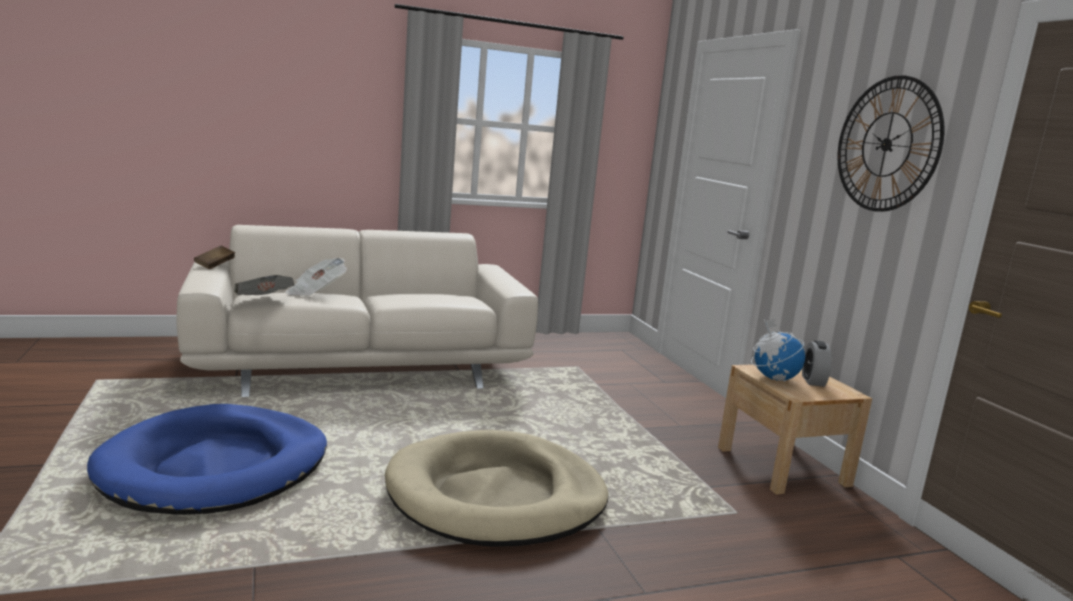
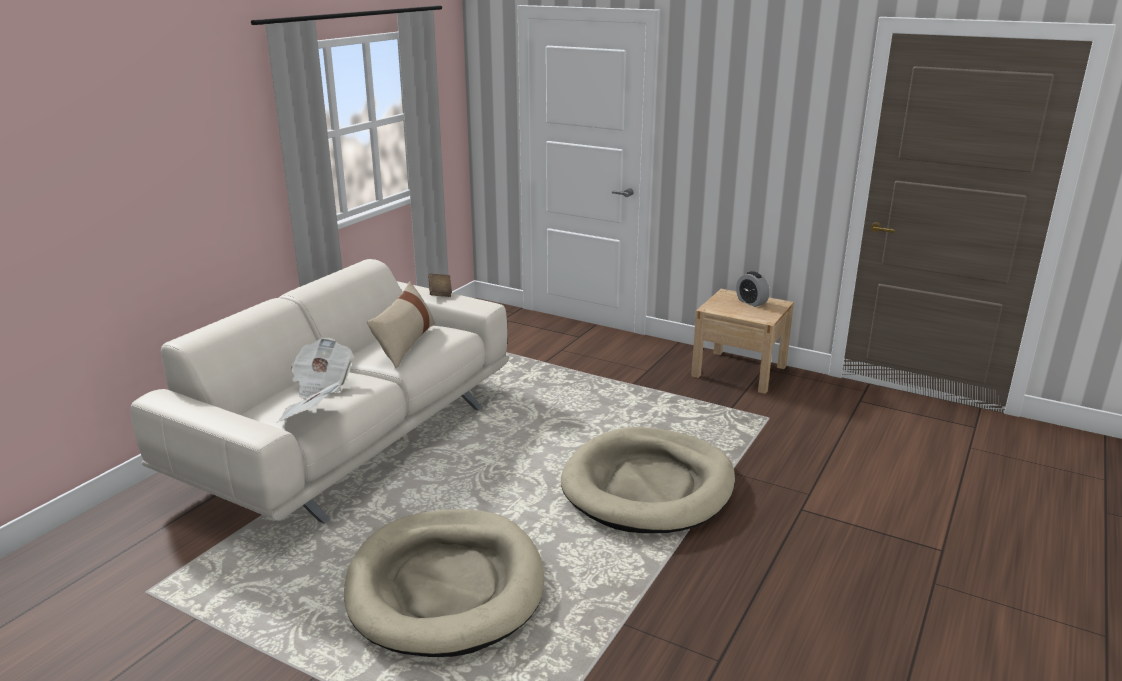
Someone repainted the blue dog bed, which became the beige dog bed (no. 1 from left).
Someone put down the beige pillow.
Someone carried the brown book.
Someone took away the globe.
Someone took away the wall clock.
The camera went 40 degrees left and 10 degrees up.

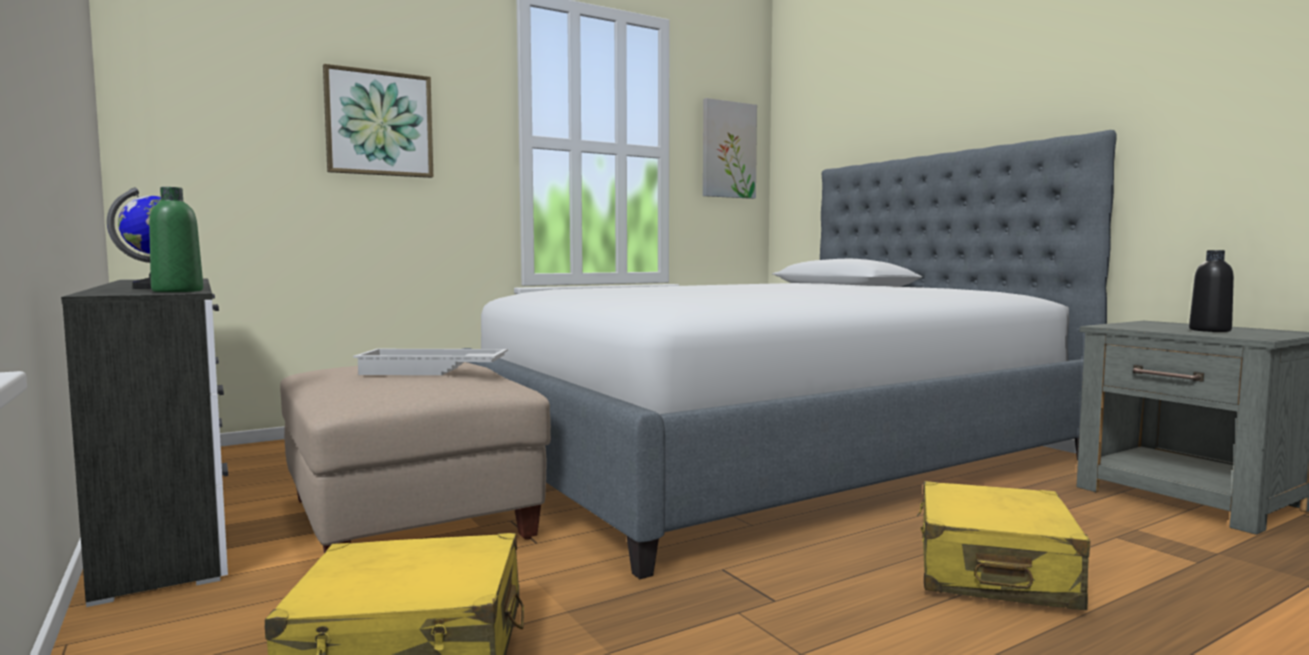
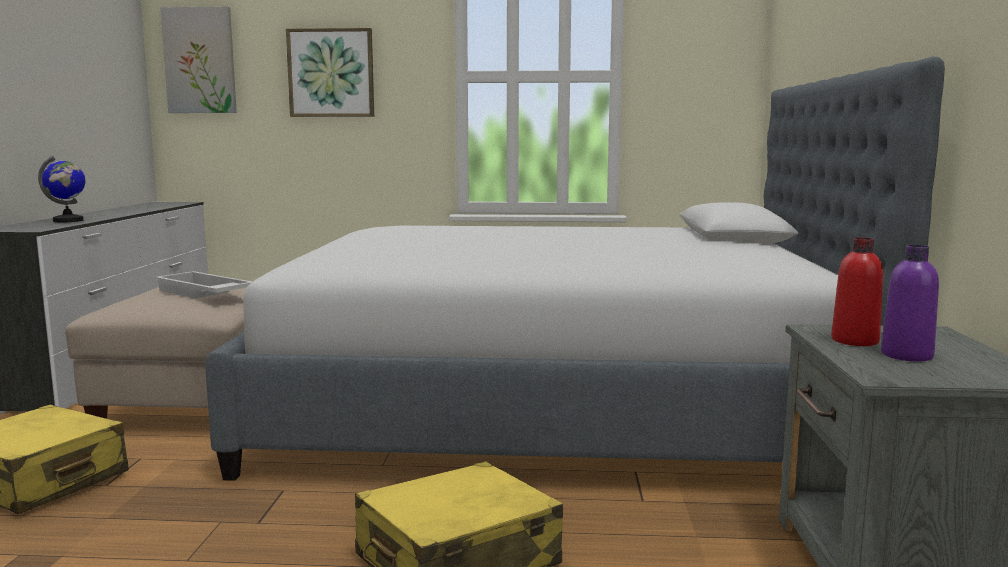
Someone carried the picture (no. 2 from left in the first image).
Someone put down the red bottle.
Someone repainted the black bottle, which became the purple bottle.
Someone took away the green bottle.
The camera went 35 degrees right and 5 degrees up.

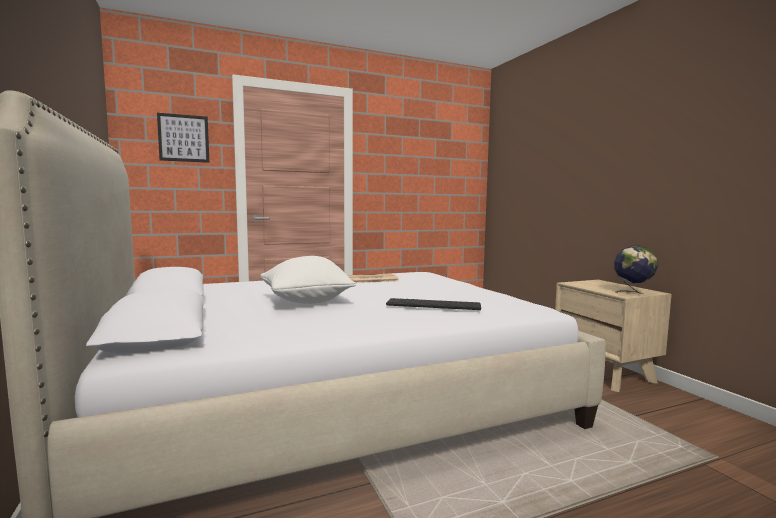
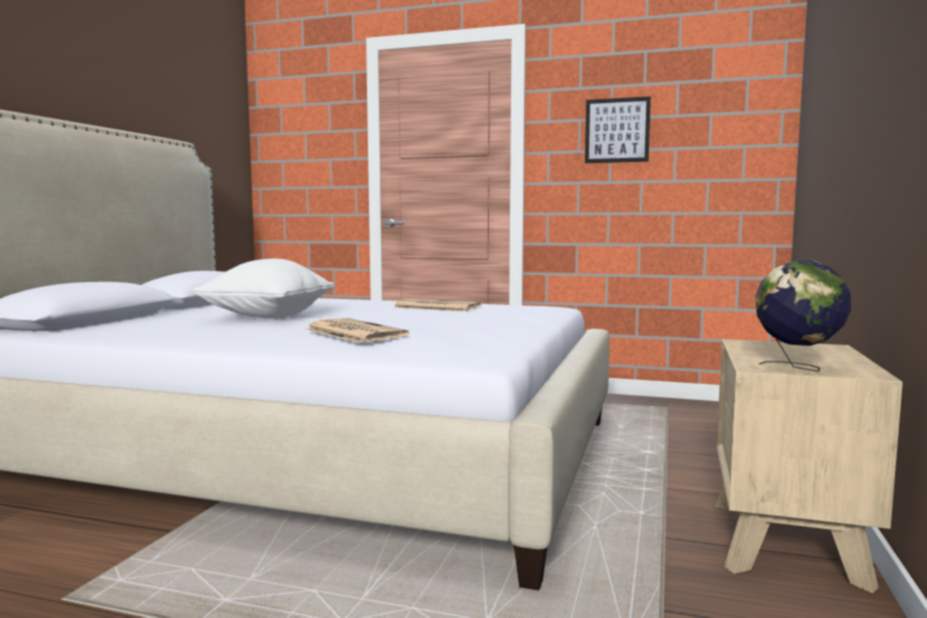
Someone swapped the keyboard for the newspaper (no. 1 from left).
Someone carried the picture.
The camera went 40 degrees right and 0 degrees up.

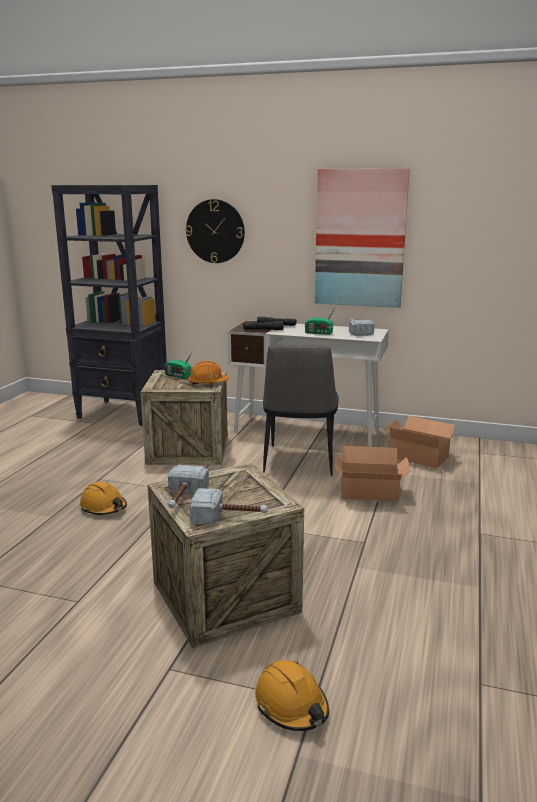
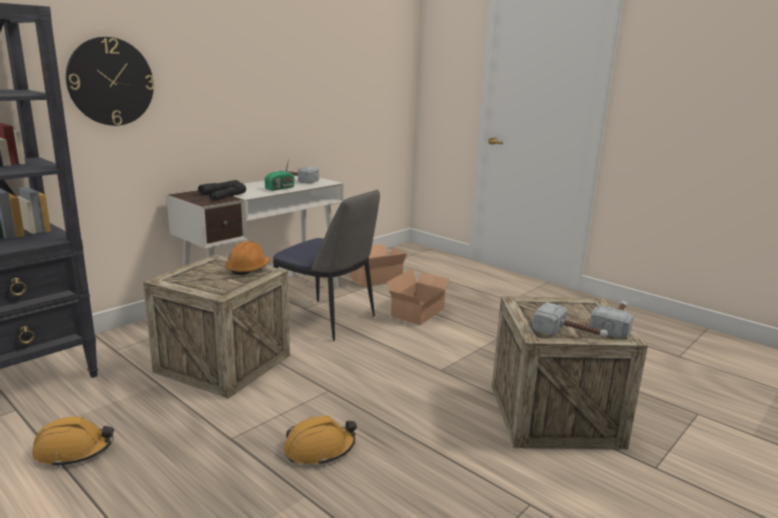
Someone carried the orange hard hat (no. 3 from left in the first image).
Someone took away the radio (no. 1 from left).
Someone took away the picture.
The camera went 65 degrees left and 0 degrees up.

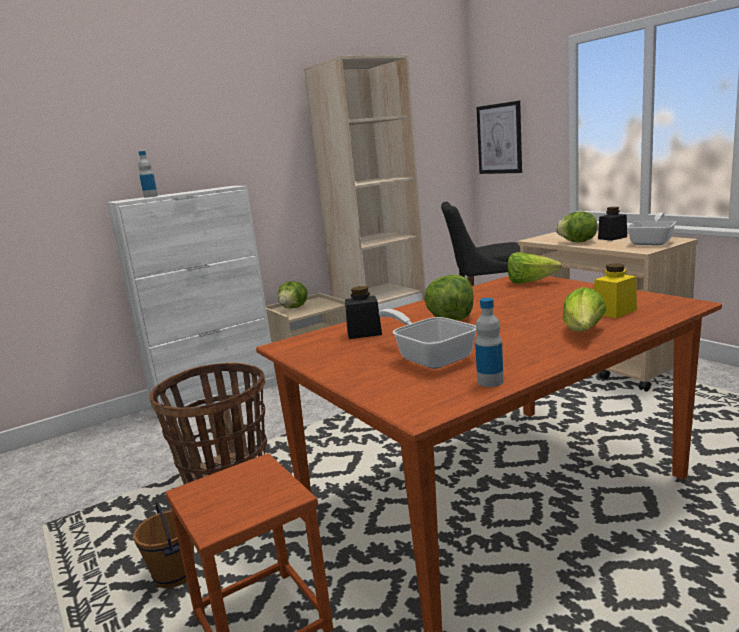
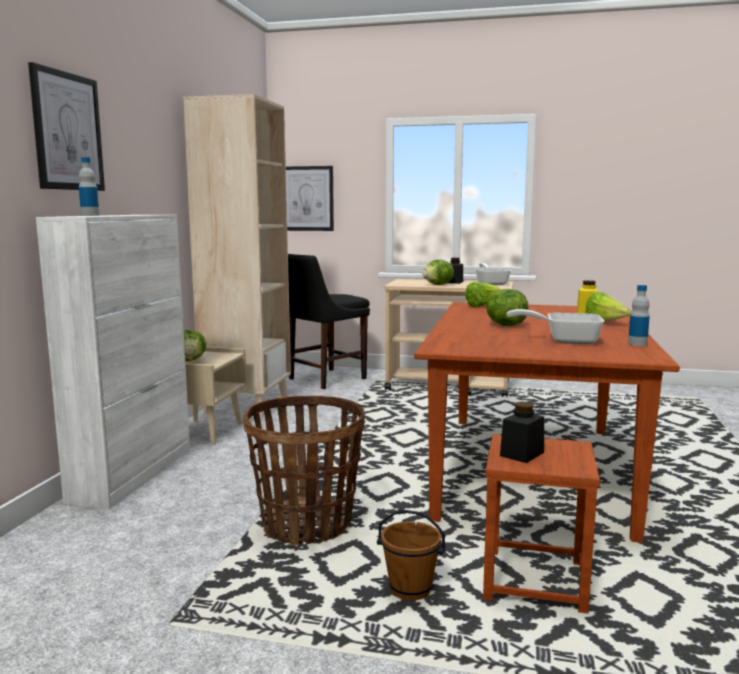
Someone put up the picture (no. 1 from left).
Someone carried the black jar (no. 1 from left in the first image).
The camera went 45 degrees left and 5 degrees down.

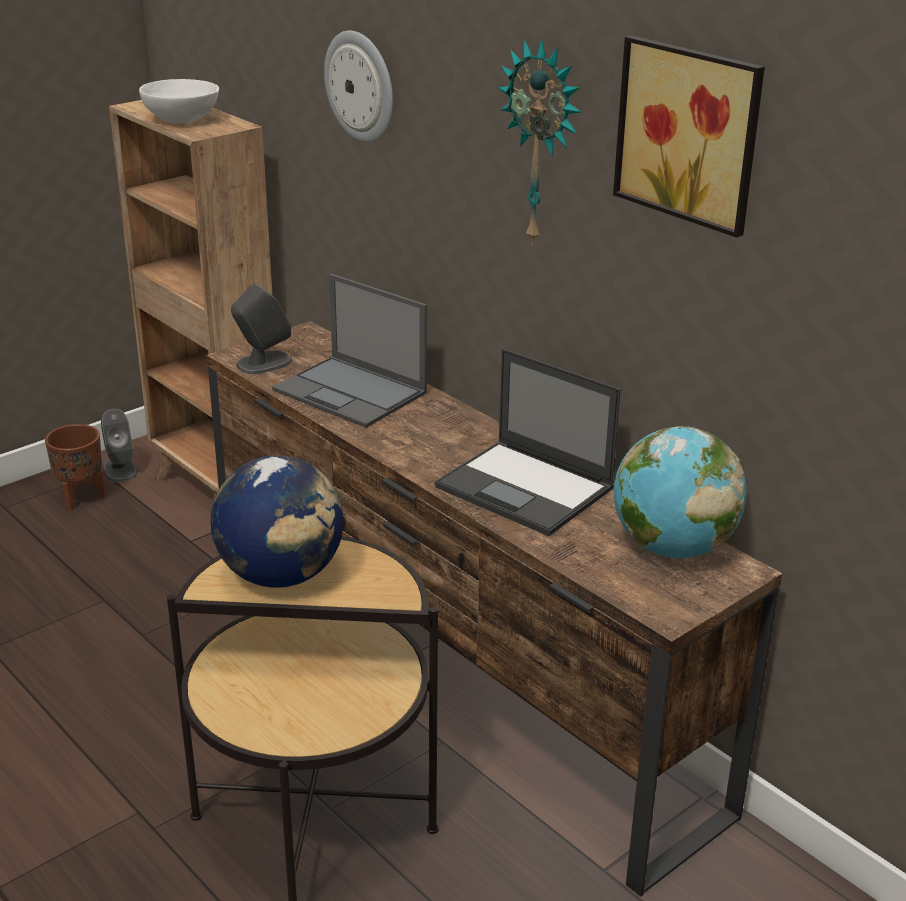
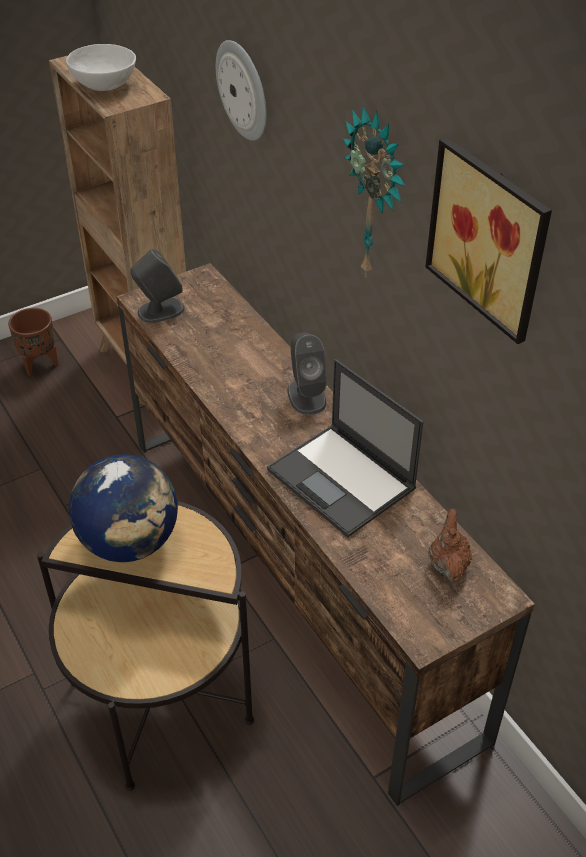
Someone carried the grey speaker (no. 1 from left in the first image).
Someone swapped the globe (no. 2 from left) for the brown teapot.
Someone took away the laptop (no. 1 from left).
The camera went 10 degrees right and 15 degrees up.

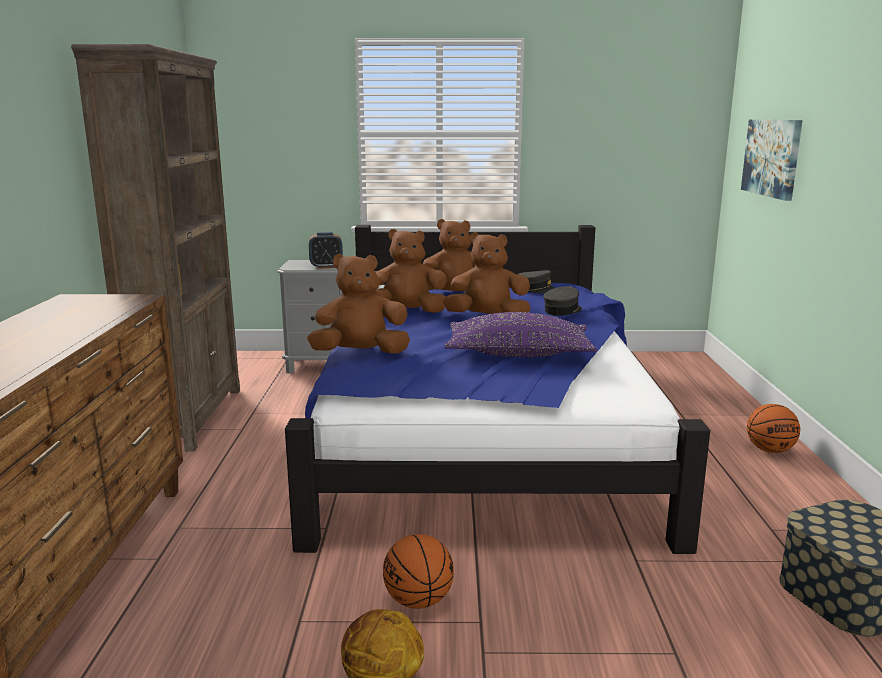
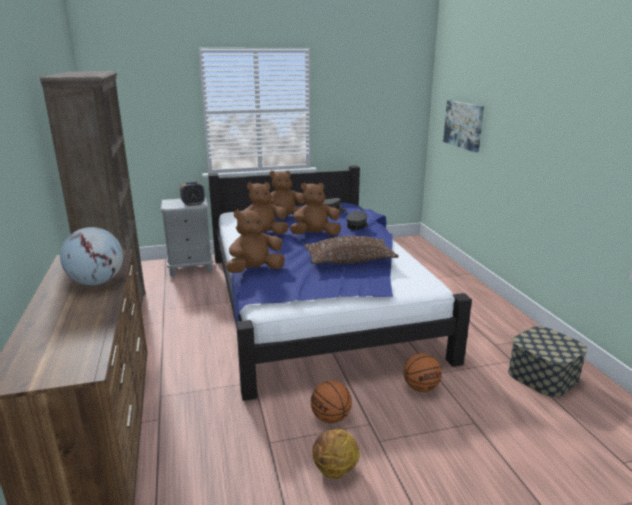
Someone put down the globe.
Someone repainted the purple pillow, which became the brown pillow.
Someone carried the basketball (no. 3 from left).
The camera went 15 degrees left and 5 degrees up.

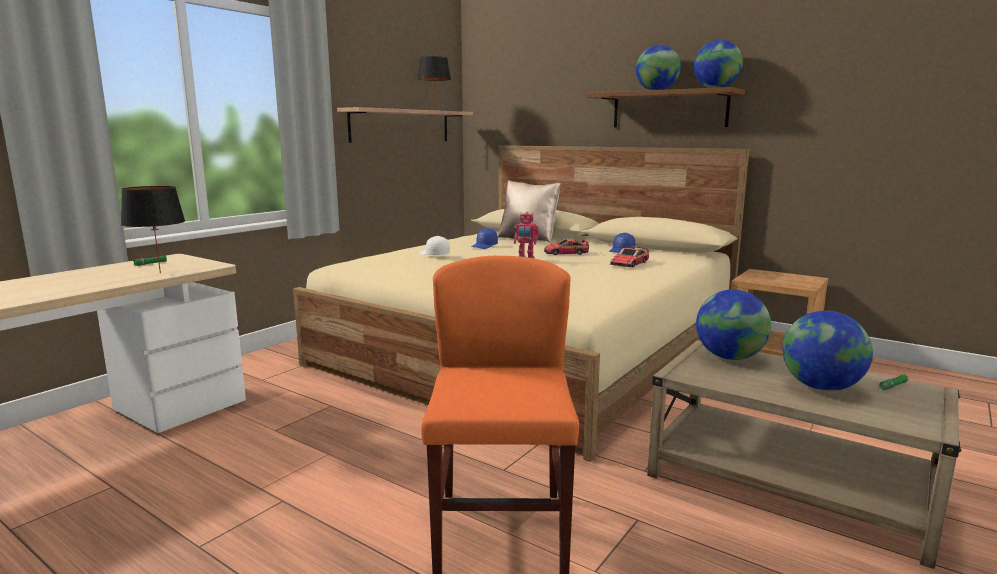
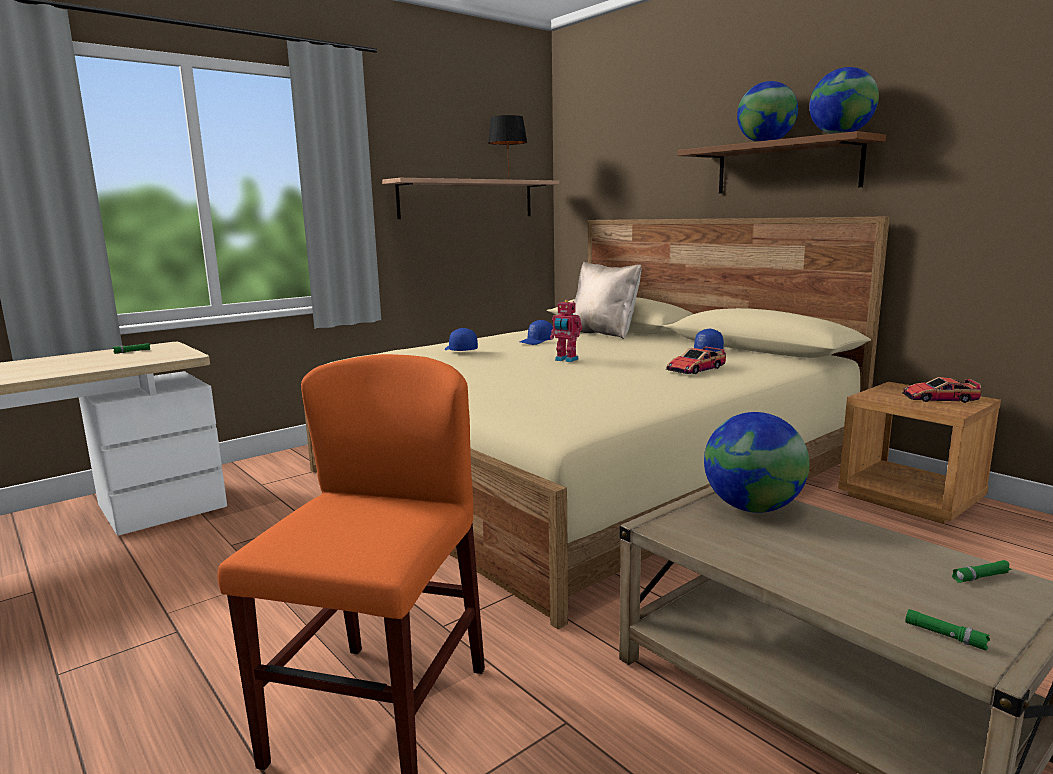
Someone repainted the white cap, which became the blue cap (no. 1 from left).
Someone carried the toy car (no. 1 from left in the first image).
Someone put down the green flashlight (no. 2 from left).
Someone took away the black table lamp (no. 1 from left).
Someone took away the globe (no. 4 from left).
The camera went 15 degrees right and 0 degrees up.

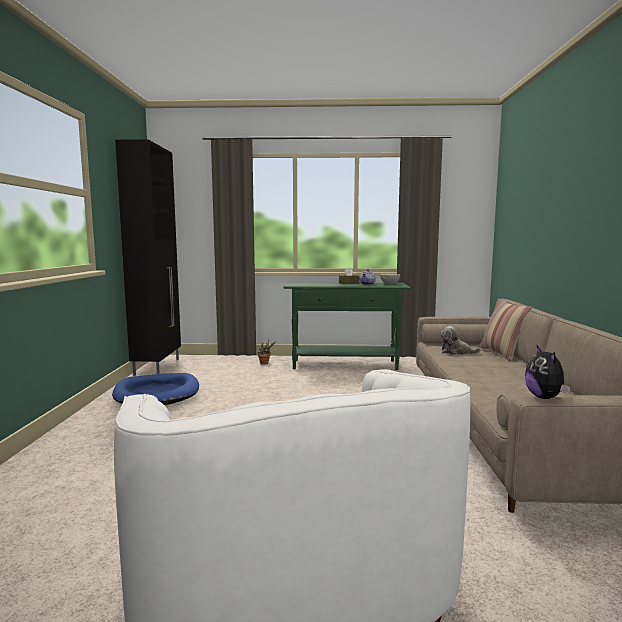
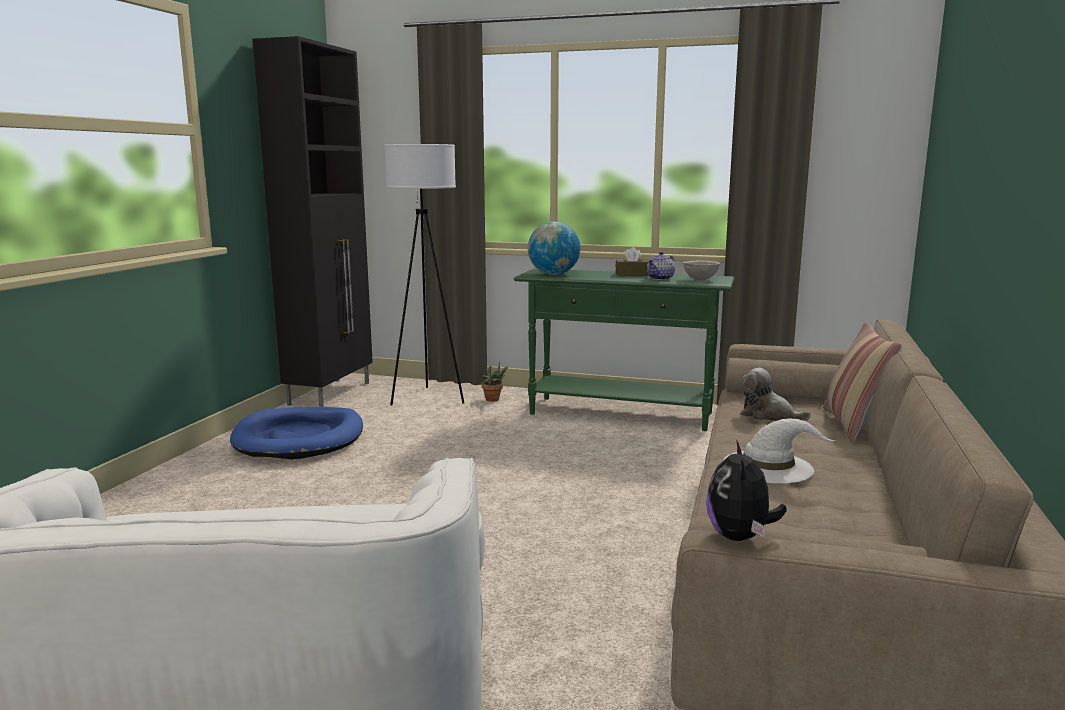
Someone put down the white floor lamp.
Someone put down the globe.
Someone put down the white hat.
The camera went 15 degrees right and 5 degrees up.

